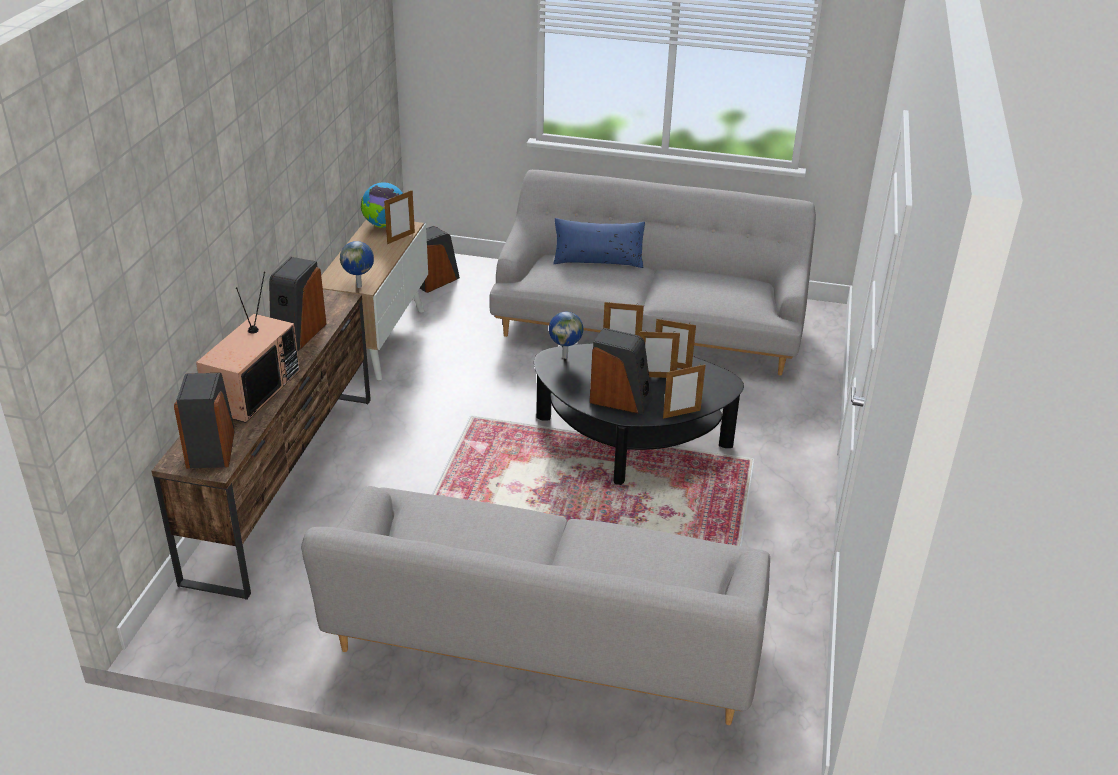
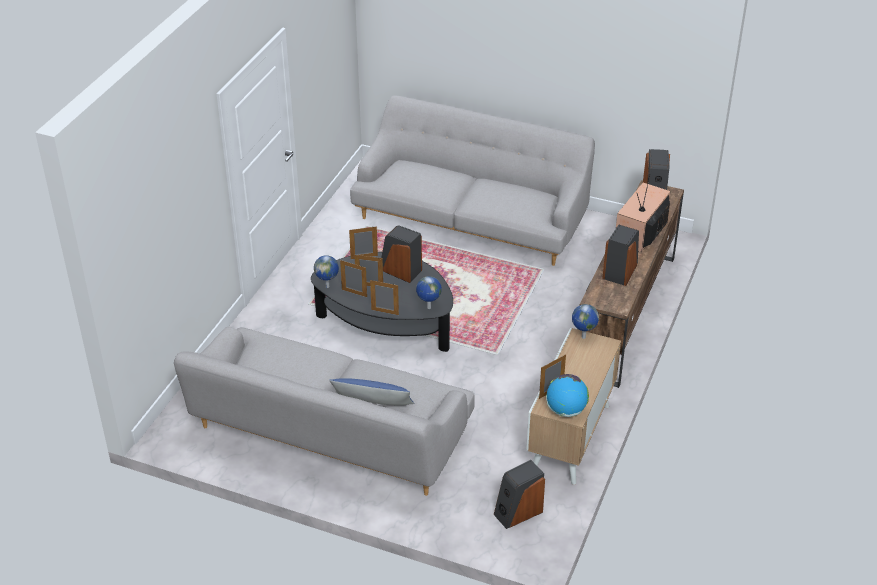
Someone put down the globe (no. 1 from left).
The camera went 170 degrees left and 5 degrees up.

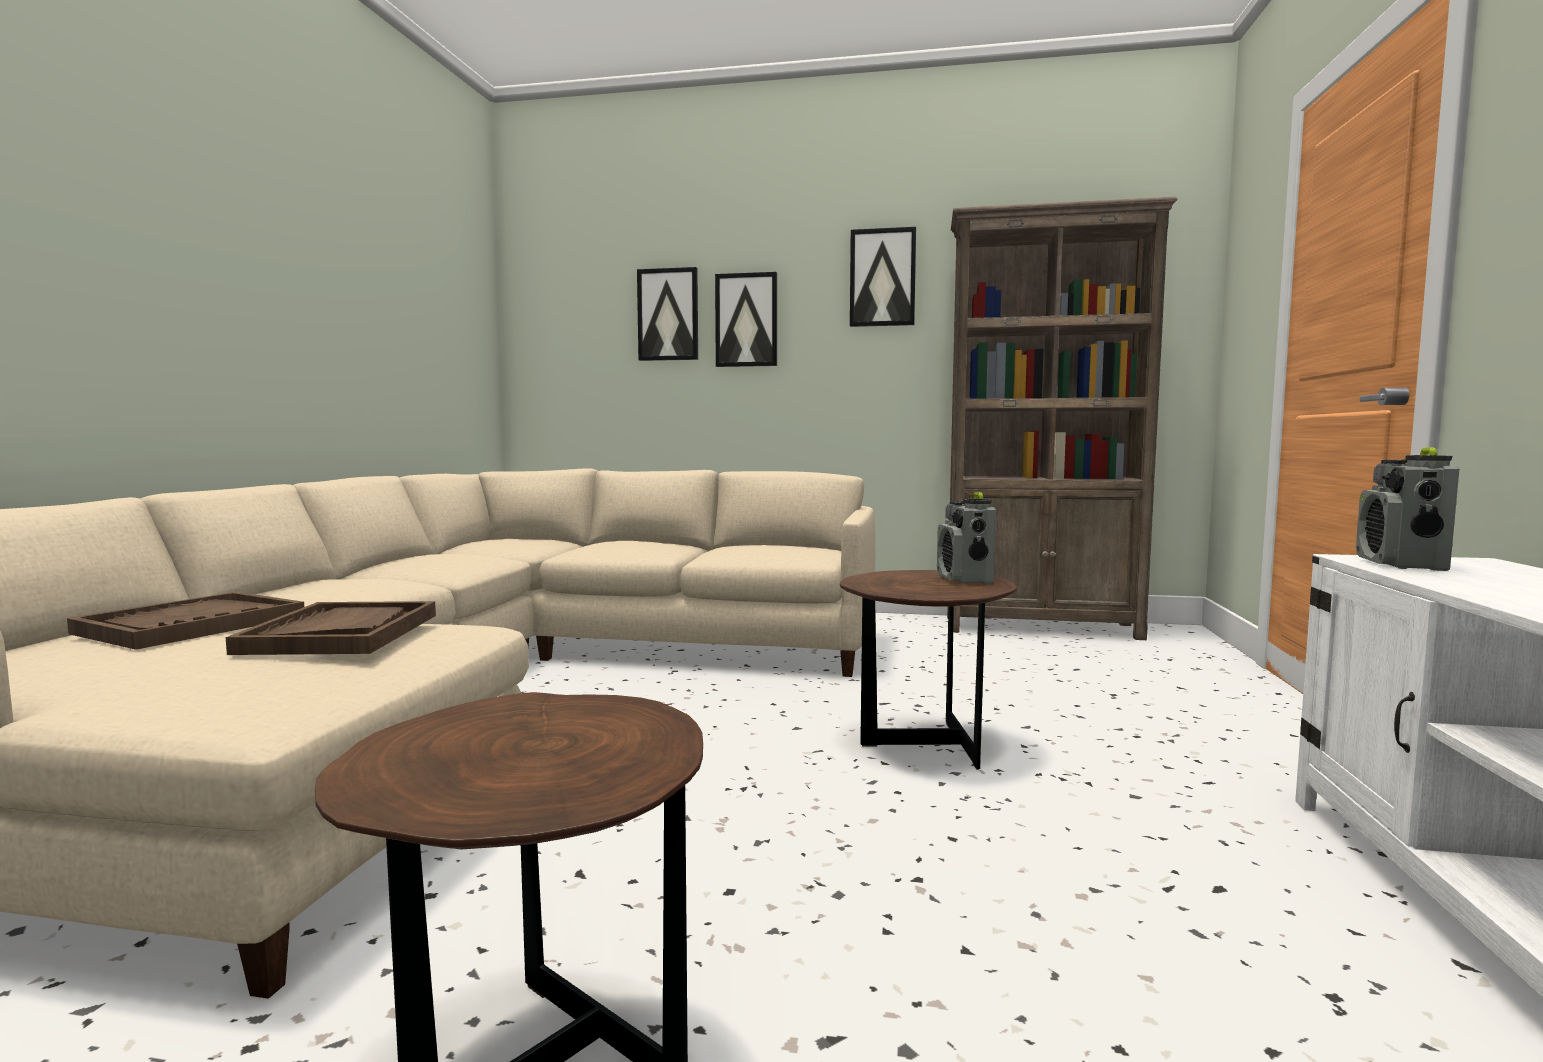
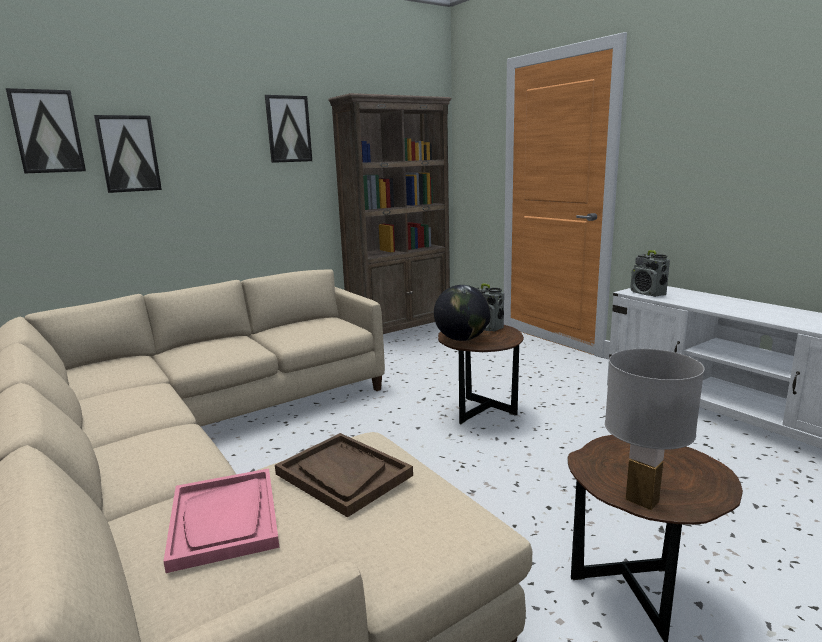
Someone carried the picture (no. 2 from left in the first image).
Someone repainted the brown tray (no. 1 from left), which became the pink tray.
Someone put down the globe.
Someone put down the white table lamp.
The camera went 45 degrees left and 10 degrees up.

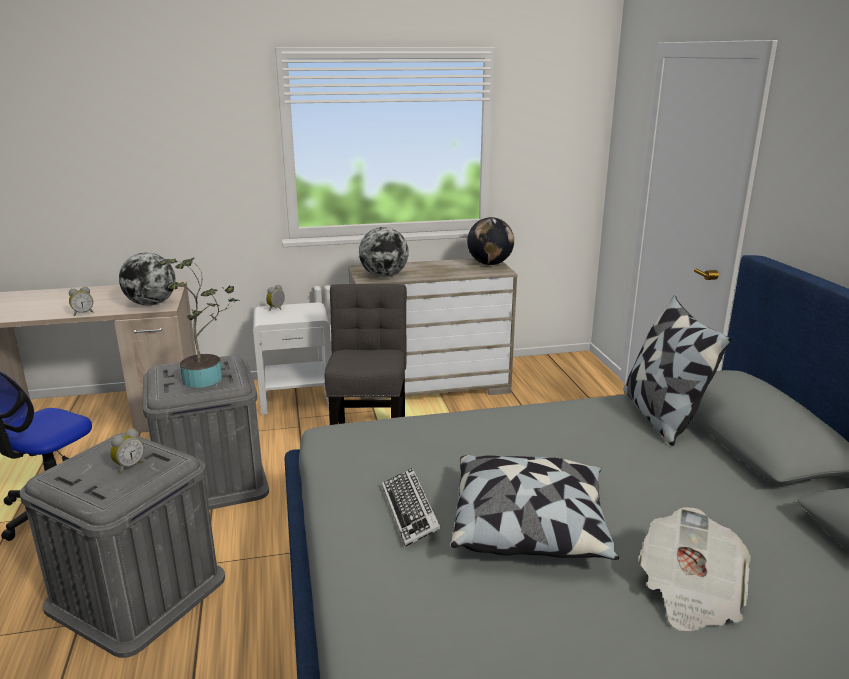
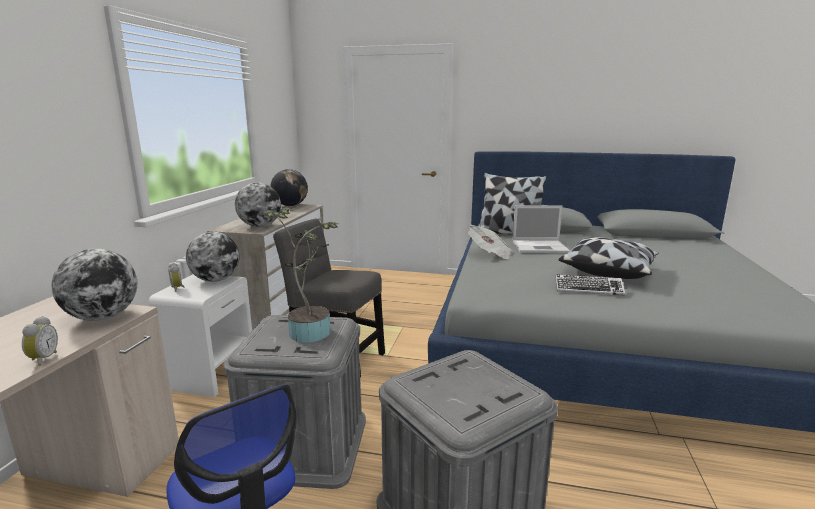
Someone put down the globe (no. 2 from left).
Someone carried the newspaper.
Someone put down the laptop.
Someone took away the alarm clock (no. 2 from left).
The camera went 65 degrees left and 5 degrees down.

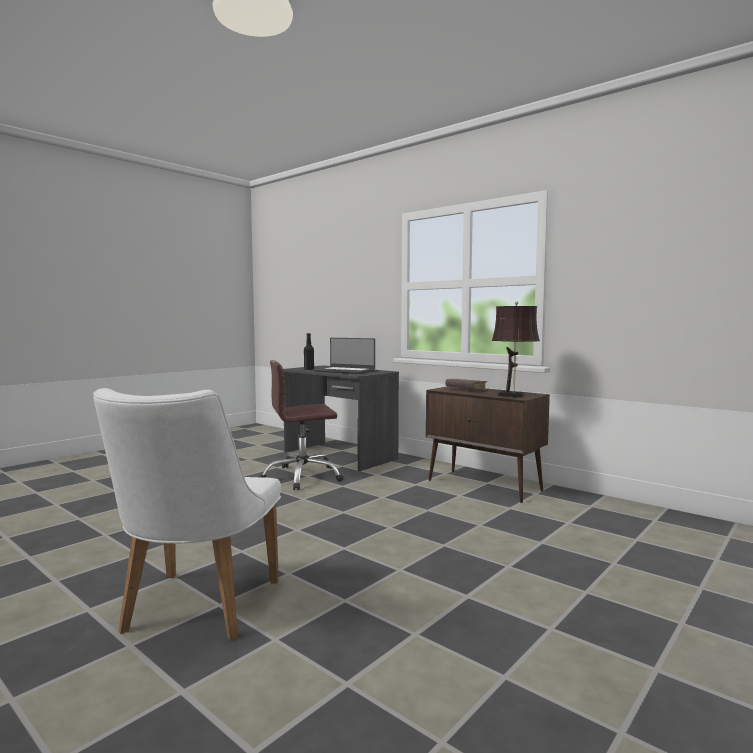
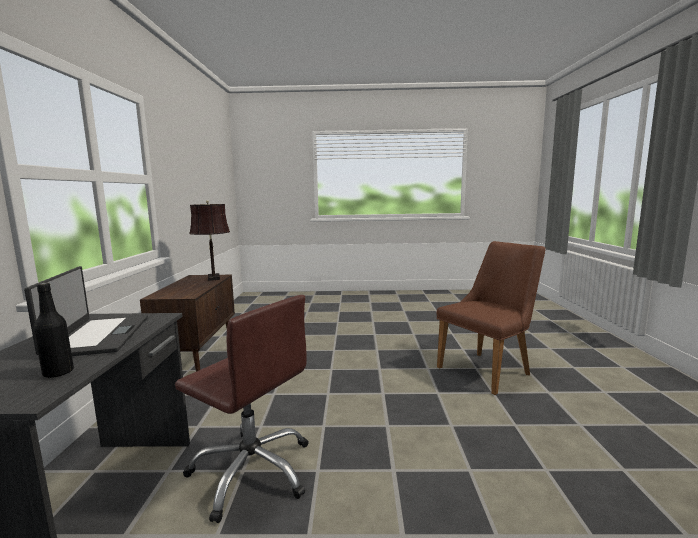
Someone repainted the white chair, which became the brown chair.
Someone took away the brown book.
The camera went 130 degrees left and 5 degrees up.

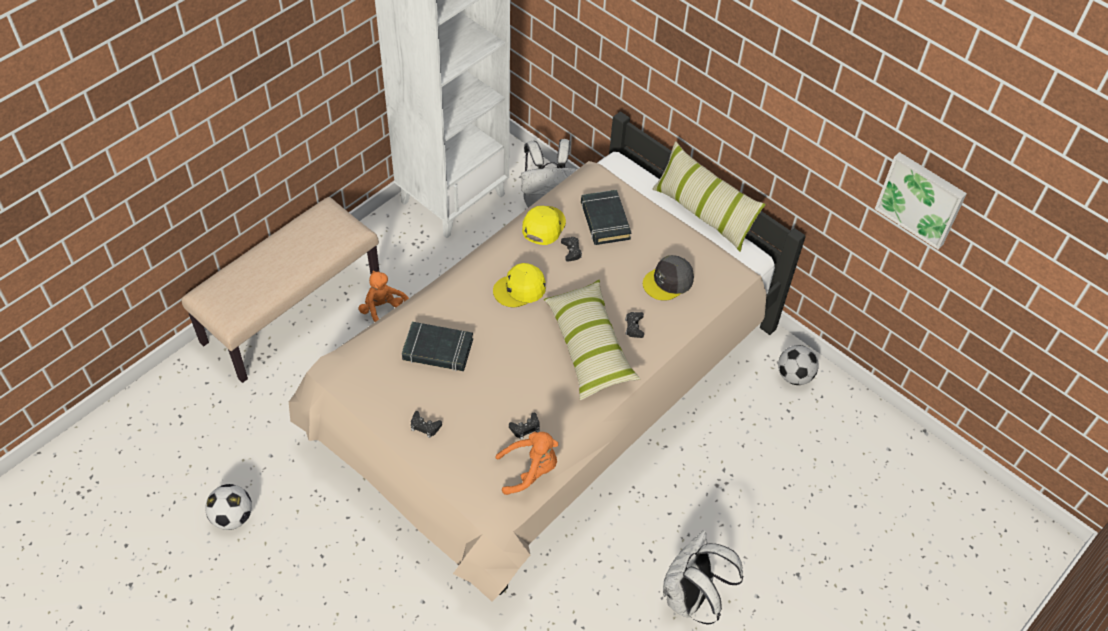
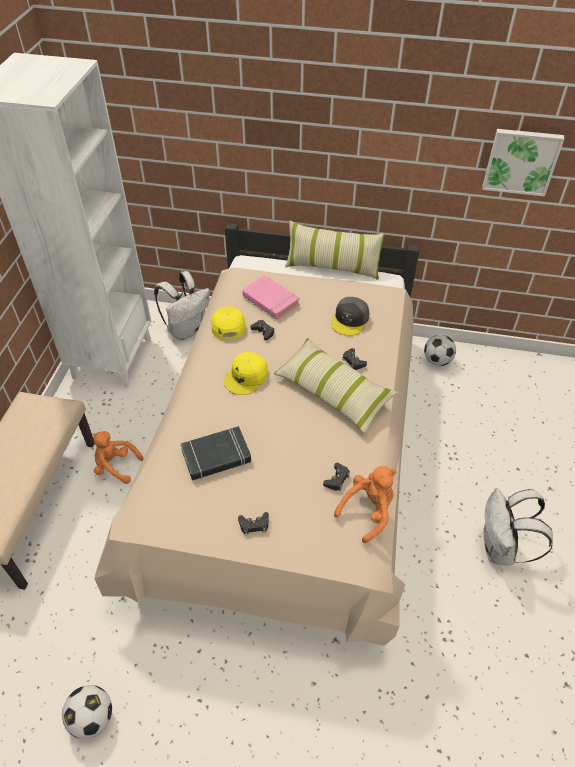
Someone repainted the black book (no. 2 from left), which became the pink book.
The camera went 30 degrees left and 5 degrees down.

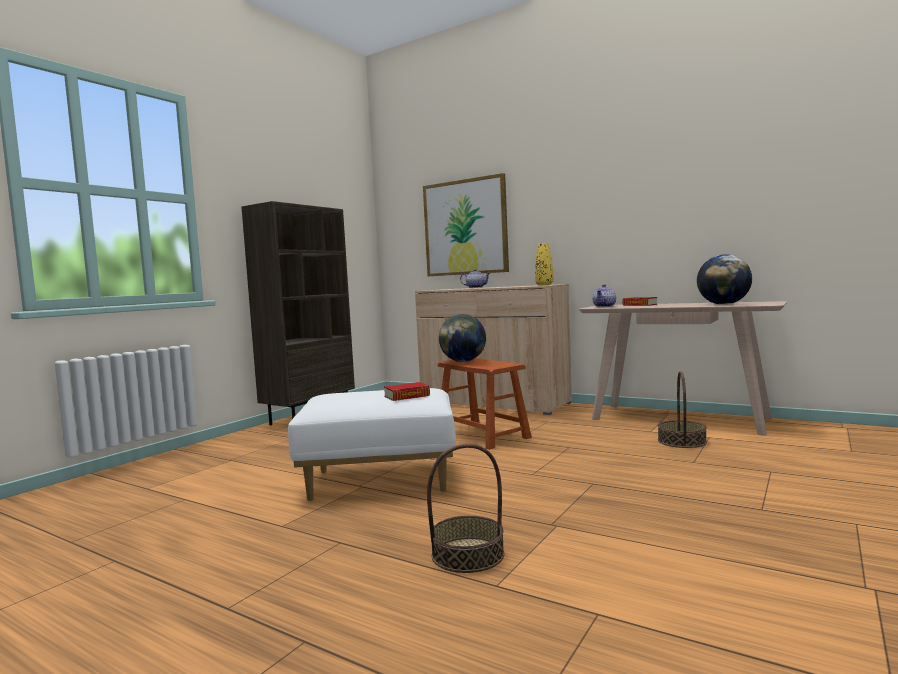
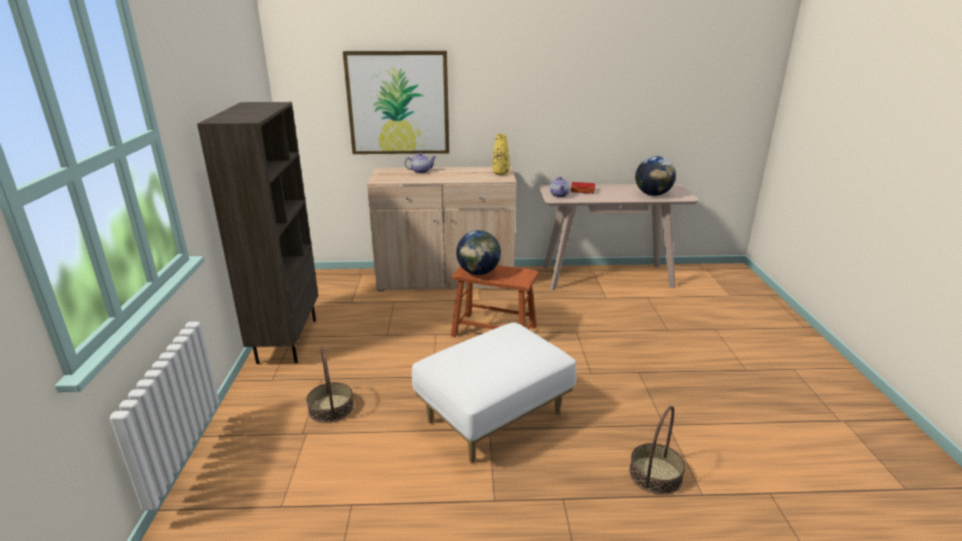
Someone carried the basket (no. 2 from left in the first image).
Someone took away the book (no. 1 from left).
The camera went 35 degrees left and 20 degrees up.

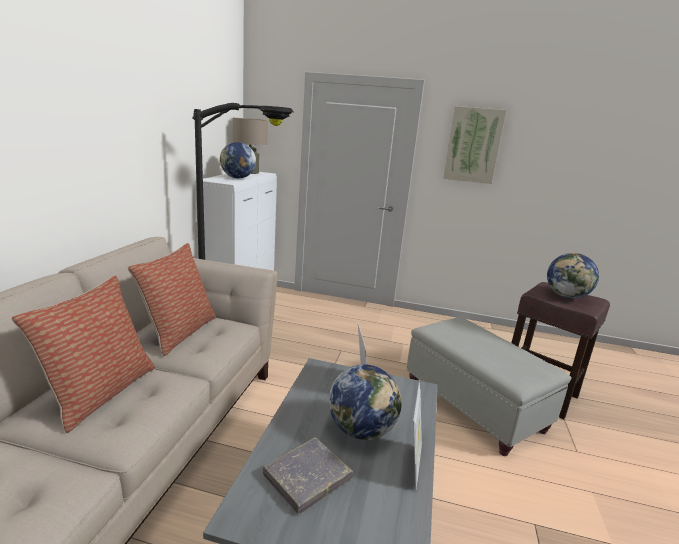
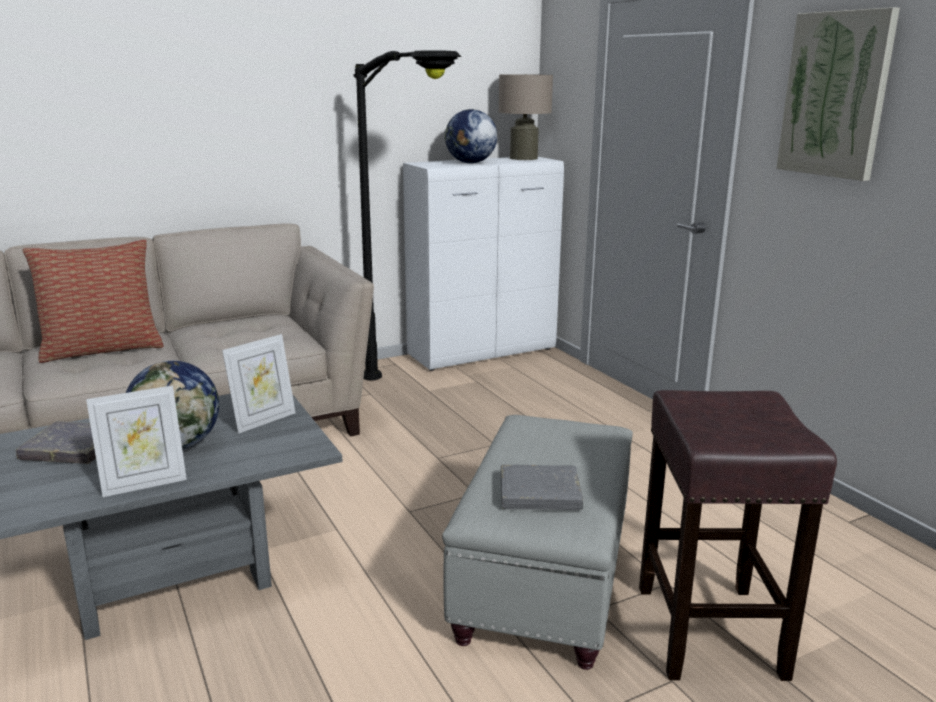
Someone put down the grey book (no. 2 from left).
Someone took away the pillow (no. 2 from left).
Someone took away the globe (no. 3 from left).
The camera went 50 degrees right and 0 degrees up.

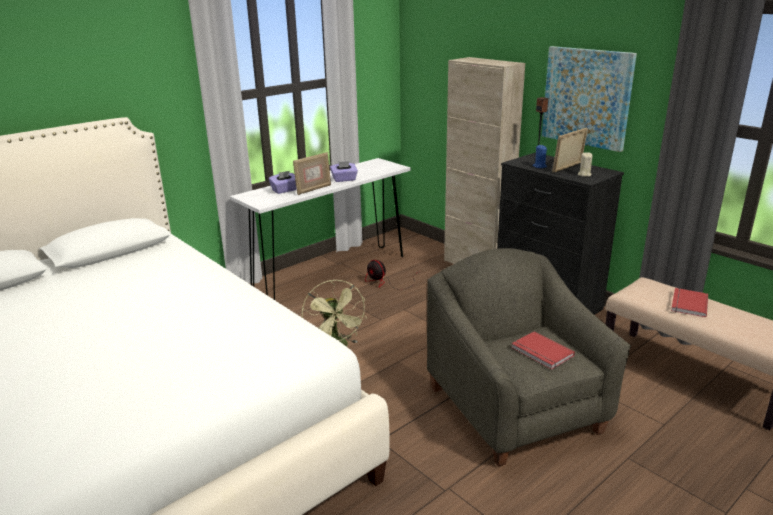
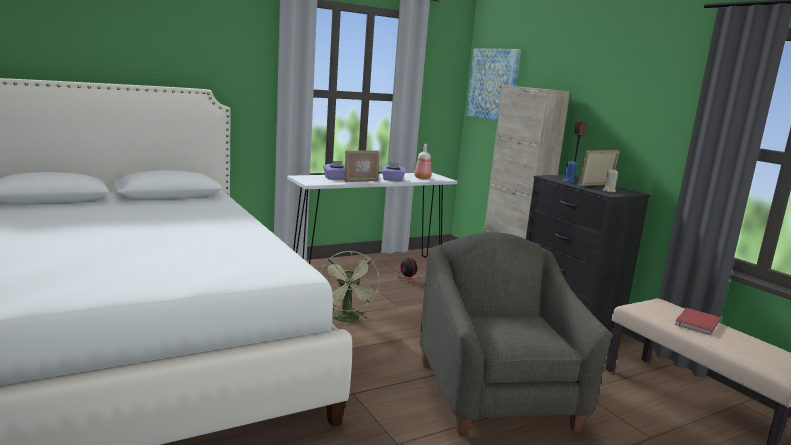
Someone put down the bottle.
Someone carried the picture.
Someone took away the red book (no. 1 from left).
The camera went 10 degrees right and 10 degrees down.

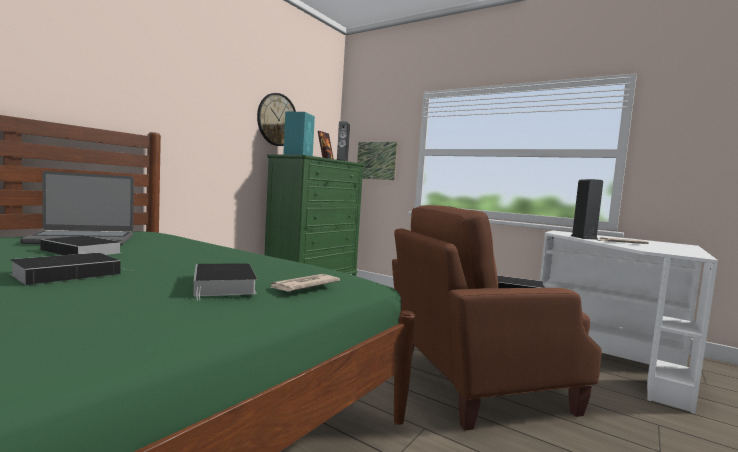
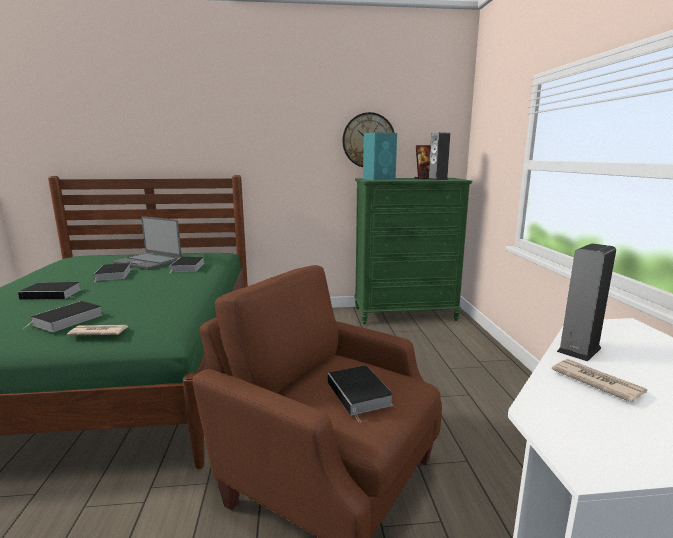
Someone put down the book (no. 4 from left).
Someone took away the picture.
The camera went 50 degrees right and 10 degrees up.

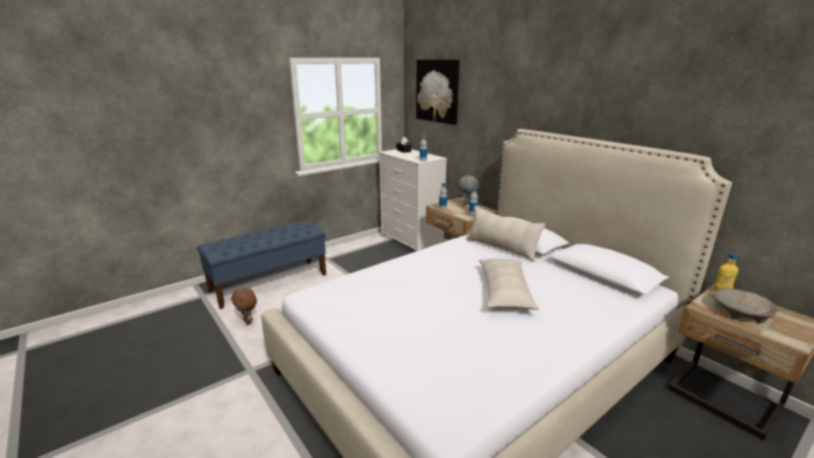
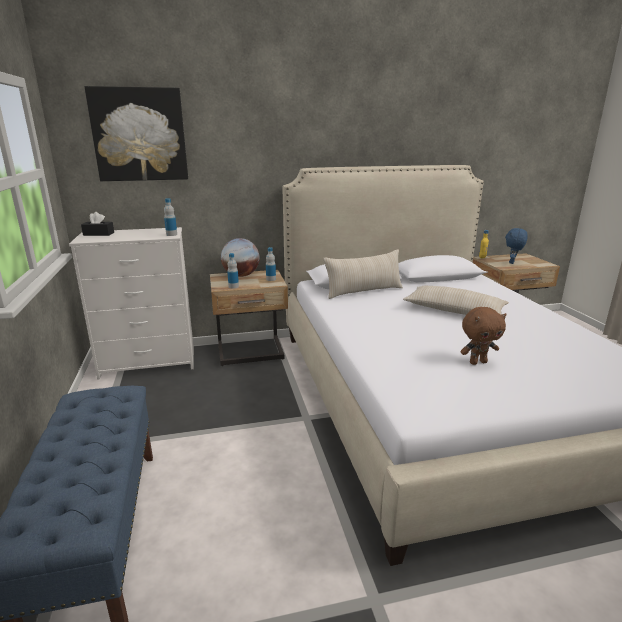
Someone swapped the grey plush toy for the globe.
Someone carried the brown plush toy.
Someone swapped the beige bowl for the blue plush toy.
The camera went 65 degrees left and 0 degrees up.

